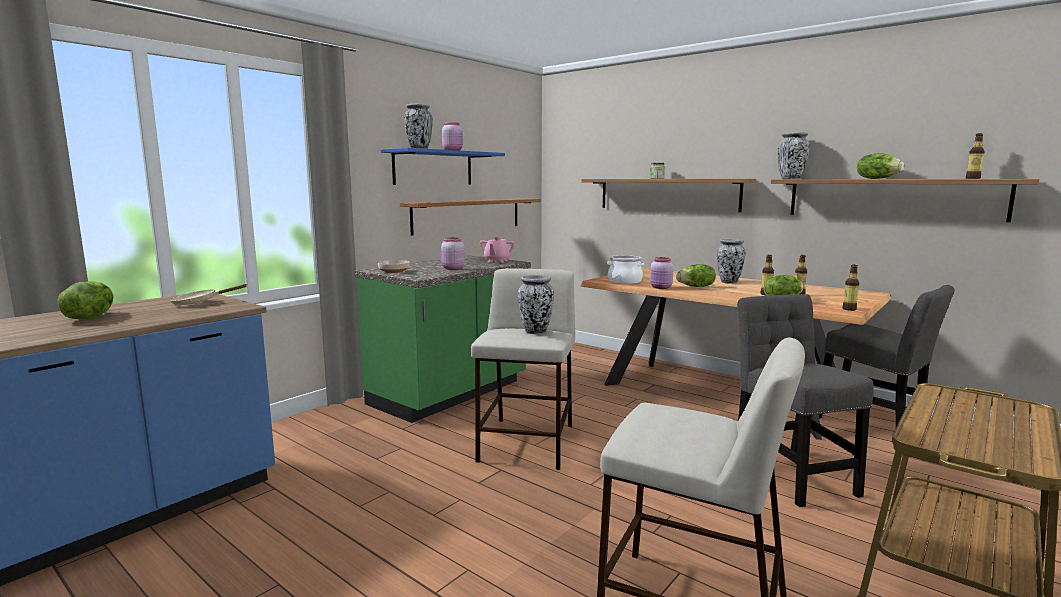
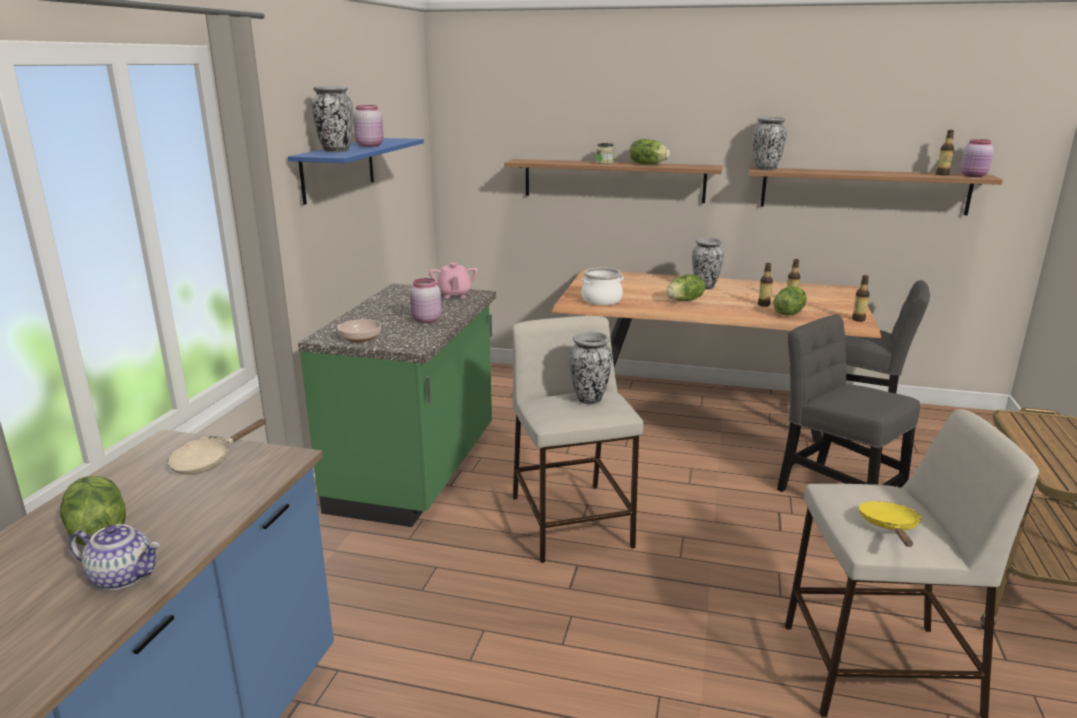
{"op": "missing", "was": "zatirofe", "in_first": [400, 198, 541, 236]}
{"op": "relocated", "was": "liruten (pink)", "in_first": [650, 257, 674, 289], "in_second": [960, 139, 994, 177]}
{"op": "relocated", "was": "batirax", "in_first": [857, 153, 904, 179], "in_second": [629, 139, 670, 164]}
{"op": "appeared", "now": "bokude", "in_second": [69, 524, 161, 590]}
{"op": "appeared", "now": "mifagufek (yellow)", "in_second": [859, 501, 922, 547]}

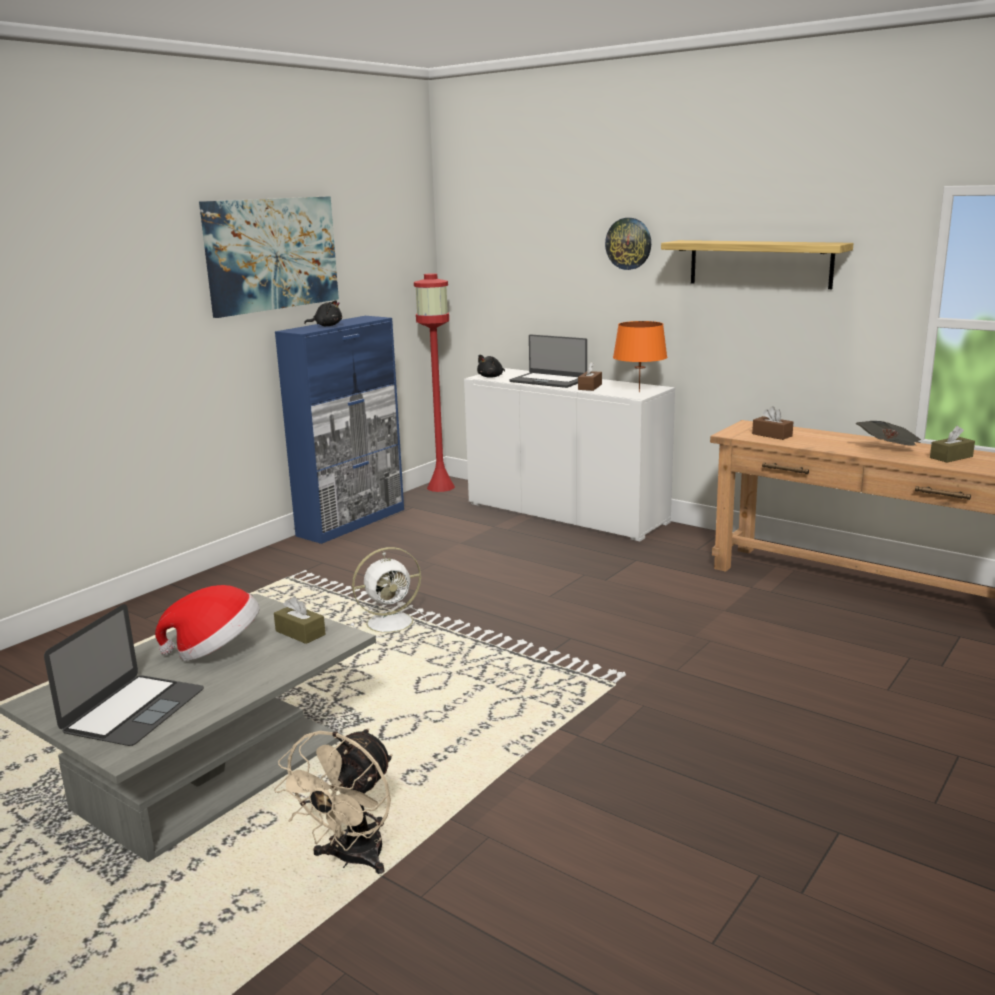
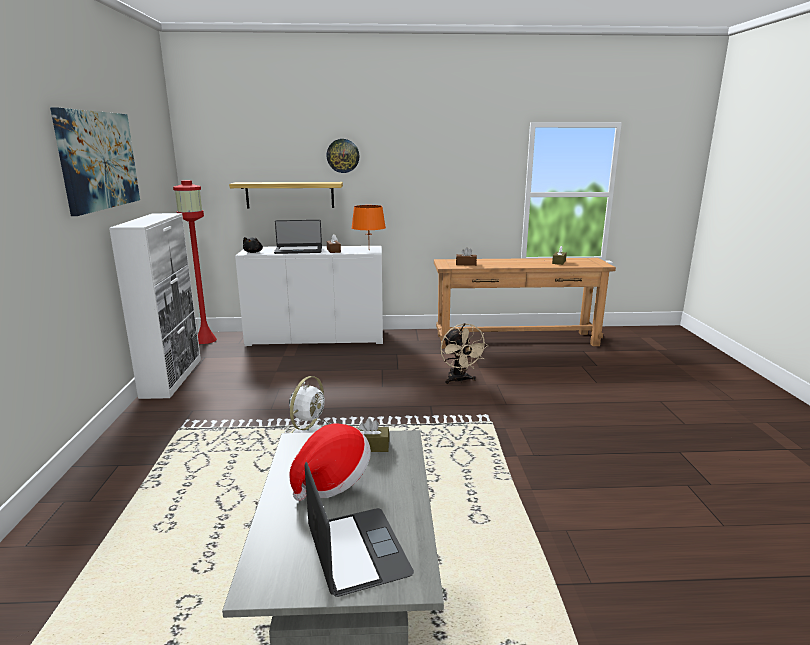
{"op": "relocated", "was": "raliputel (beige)", "in_first": [274, 728, 392, 874], "in_second": [440, 323, 488, 384]}
{"op": "colour", "was": "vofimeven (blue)", "now": "vofimeven (white)", "in_first": [275, 316, 404, 544], "in_second": [109, 213, 201, 399]}
{"op": "missing", "was": "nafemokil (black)", "in_first": [304, 300, 342, 326]}
{"op": "relocated", "was": "zatirofe", "in_first": [661, 240, 854, 289], "in_second": [229, 182, 343, 208]}
{"op": "missing", "was": "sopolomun", "in_first": [856, 421, 920, 446]}

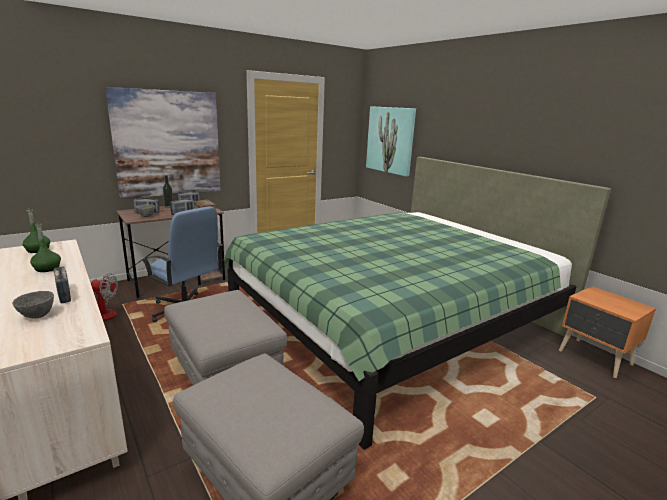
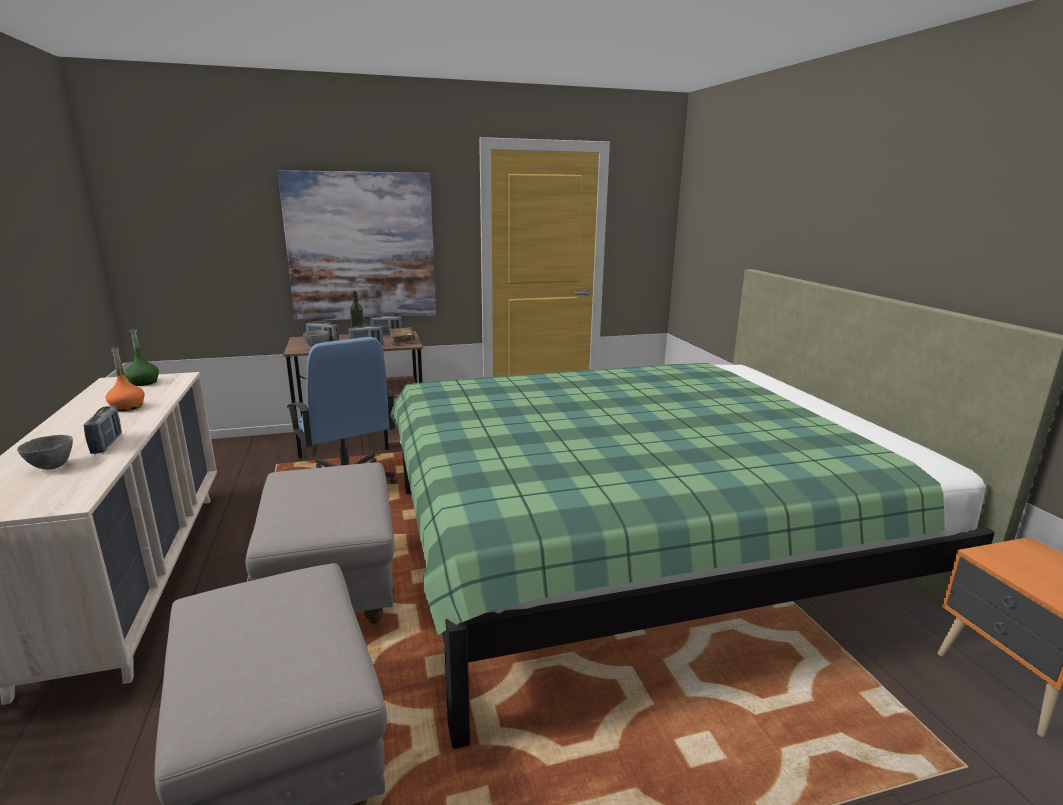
{"op": "colour", "was": "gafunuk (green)", "now": "gafunuk (orange)", "in_first": [30, 222, 61, 272], "in_second": [106, 347, 145, 411]}
{"op": "missing", "was": "raliputel", "in_first": [91, 273, 118, 321]}
{"op": "missing", "was": "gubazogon", "in_first": [366, 106, 416, 177]}

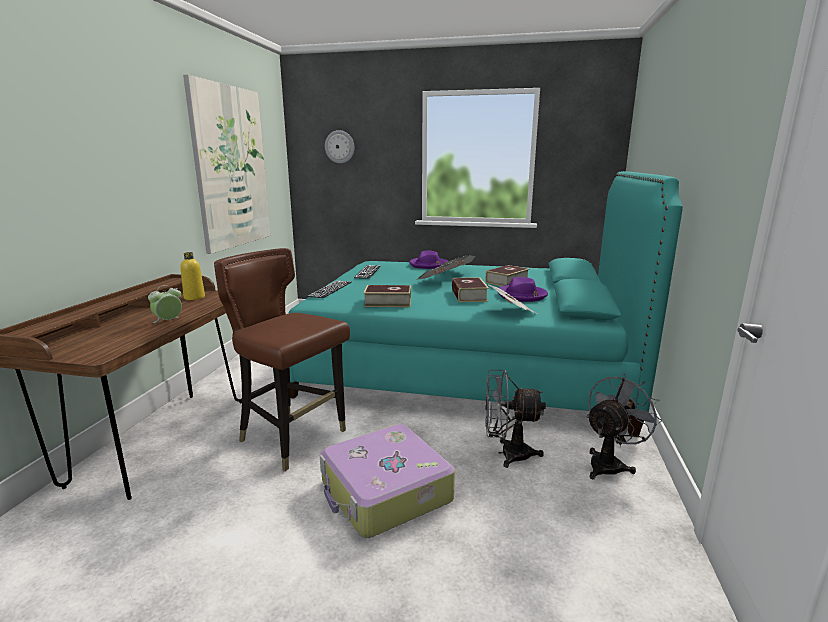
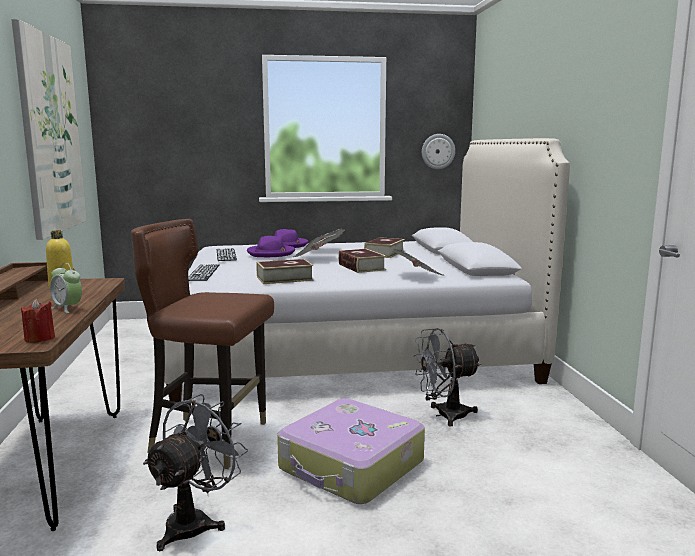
{"op": "spun", "was": "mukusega", "in_first": [148, 285, 182, 323], "in_second": [50, 263, 82, 313], "clockwise": -75}
{"op": "colour", "was": "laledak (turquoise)", "now": "laledak (white)", "in_first": [288, 171, 683, 436], "in_second": [164, 138, 570, 402]}
{"op": "relocated", "was": "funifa", "in_first": [325, 130, 355, 163], "in_second": [422, 134, 455, 169]}
{"op": "relocated", "was": "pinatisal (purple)", "in_first": [498, 277, 548, 302], "in_second": [247, 236, 295, 257]}
{"op": "relocated", "was": "raliputel (grey)", "in_first": [587, 373, 662, 479], "in_second": [143, 394, 248, 551]}
{"op": "appeared", "now": "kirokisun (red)", "in_second": [21, 299, 55, 343]}

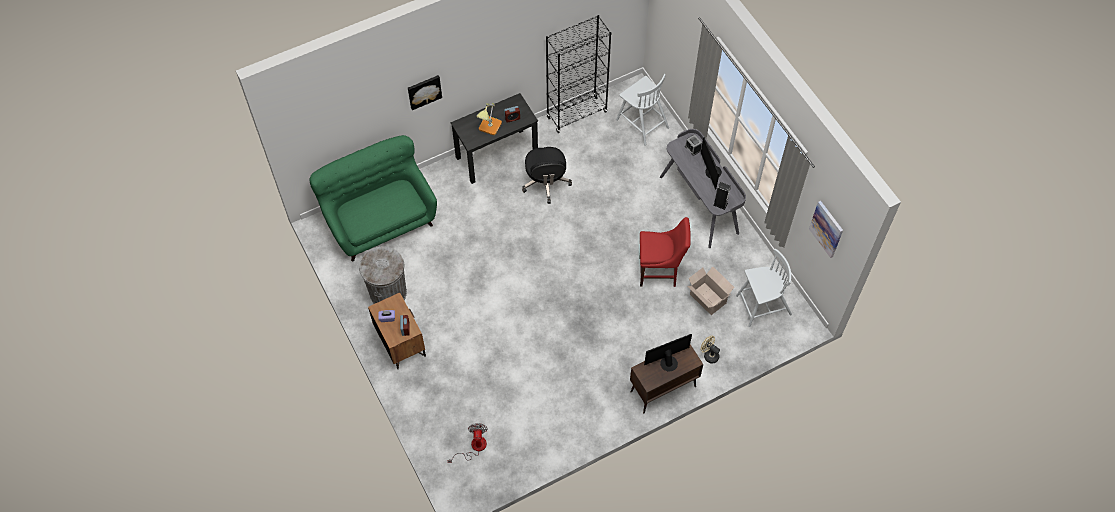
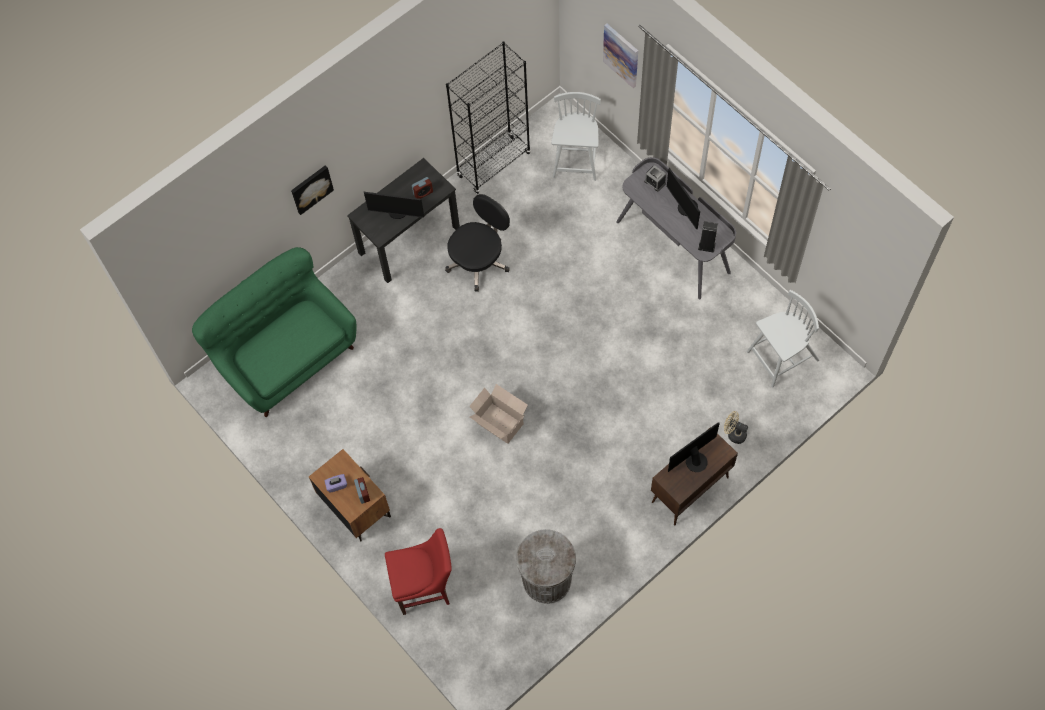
{"op": "relocated", "was": "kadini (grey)", "in_first": [359, 247, 407, 304], "in_second": [516, 529, 576, 604]}
{"op": "missing", "was": "raliputel", "in_first": [447, 423, 488, 463]}
{"op": "exchanged", "was": "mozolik", "now": "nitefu", "in_first": [477, 103, 502, 135], "in_second": [364, 192, 424, 219]}
{"op": "spun", "was": "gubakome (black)", "in_first": [522, 147, 572, 204], "in_second": [445, 194, 510, 292], "clockwise": -120}
{"op": "spun", "was": "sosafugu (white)", "in_first": [616, 74, 669, 146], "in_second": [551, 92, 601, 181], "clockwise": -120}
{"op": "relocated", "was": "sosafugu (red)", "in_first": [639, 217, 691, 287], "in_second": [385, 528, 452, 615]}
{"op": "relocated", "was": "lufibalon", "in_first": [687, 267, 734, 315], "in_second": [469, 384, 528, 444]}
{"op": "relocated", "was": "gubazogon", "in_first": [809, 201, 843, 258], "in_second": [603, 23, 638, 88]}

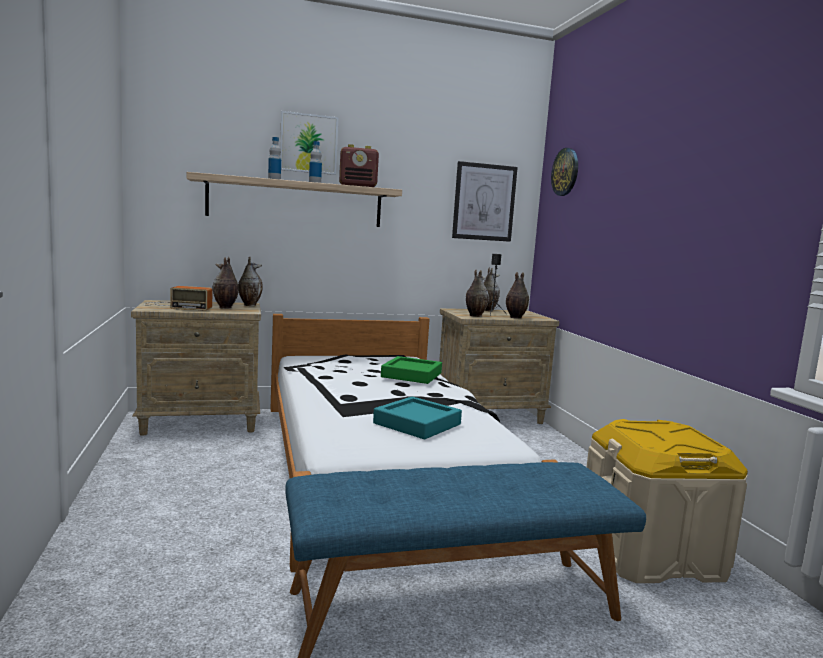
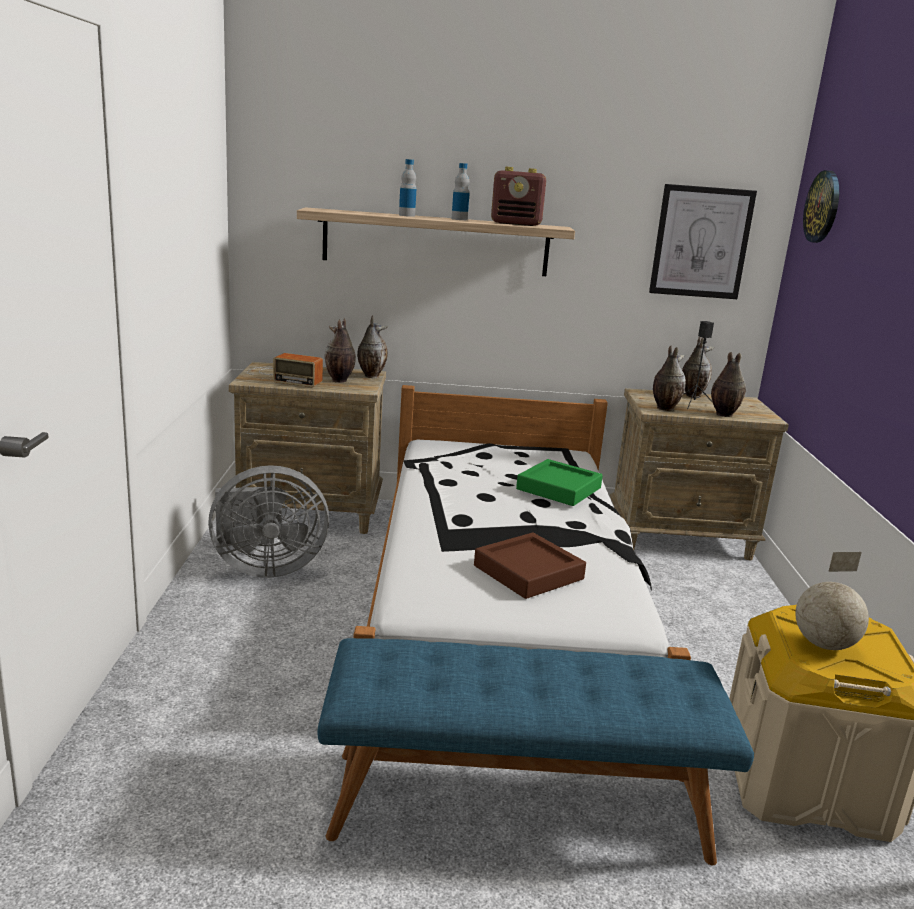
{"op": "missing", "was": "gubazogon", "in_first": [280, 111, 339, 175]}
{"op": "colour", "was": "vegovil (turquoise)", "now": "vegovil (brown)", "in_first": [373, 396, 462, 439], "in_second": [474, 533, 586, 599]}
{"op": "appeared", "now": "raliputel (grey)", "in_second": [208, 465, 329, 578]}
{"op": "appeared", "now": "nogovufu", "in_second": [795, 552, 869, 650]}

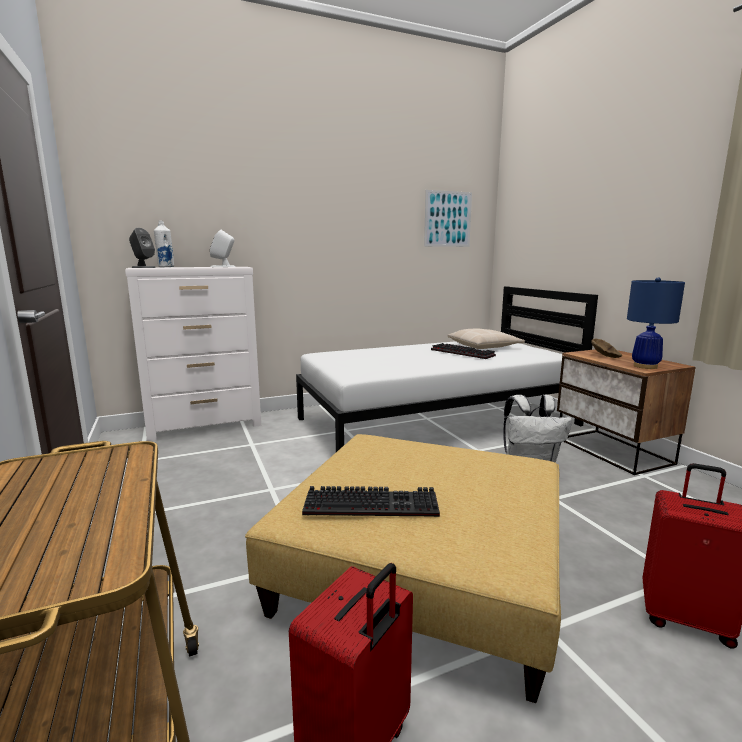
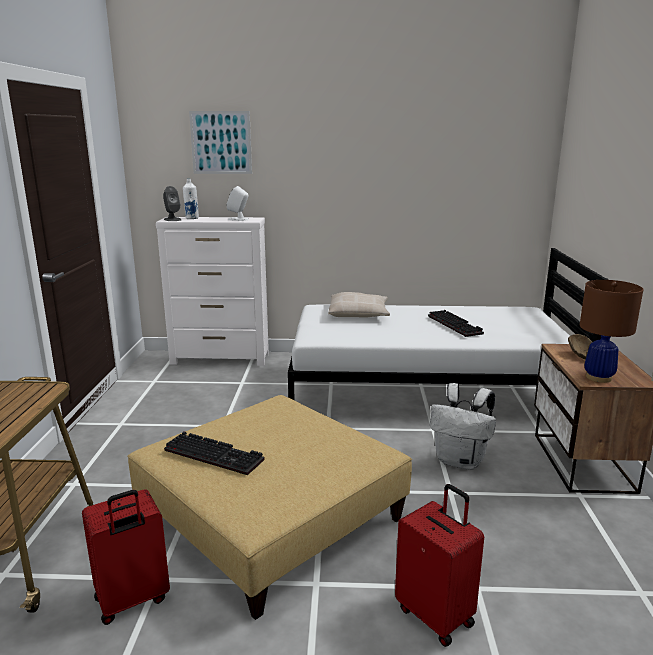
{"op": "relocated", "was": "gubazogon", "in_first": [424, 190, 472, 247], "in_second": [189, 111, 252, 174]}
{"op": "relocated", "was": "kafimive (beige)", "in_first": [447, 328, 525, 349], "in_second": [328, 292, 390, 318]}
{"op": "colour", "was": "mozolik (blue)", "now": "mozolik (brown)", "in_first": [627, 277, 685, 369], "in_second": [580, 280, 643, 383]}

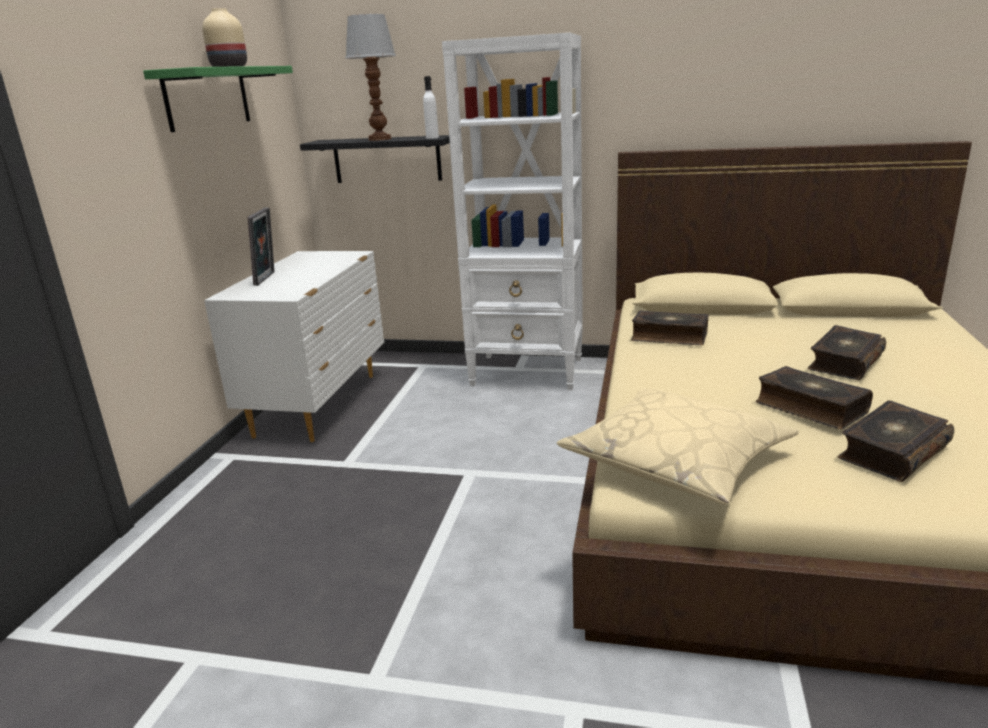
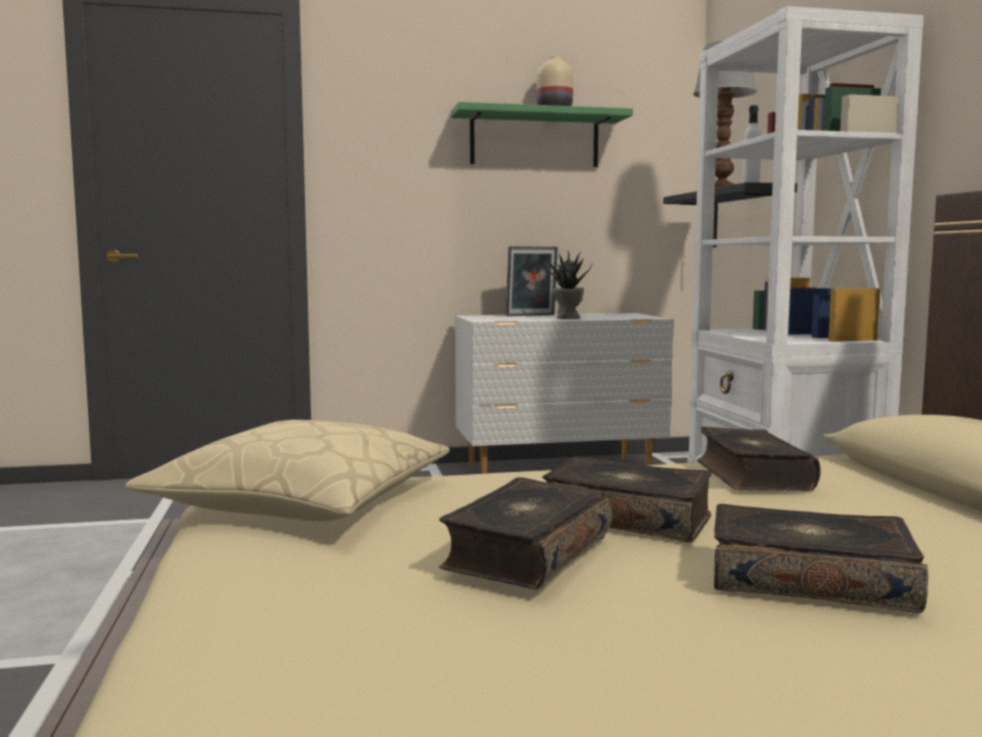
{"op": "relocated", "was": "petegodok", "in_first": [838, 401, 954, 482], "in_second": [542, 456, 712, 543]}
{"op": "appeared", "now": "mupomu", "in_second": [547, 251, 592, 319]}

